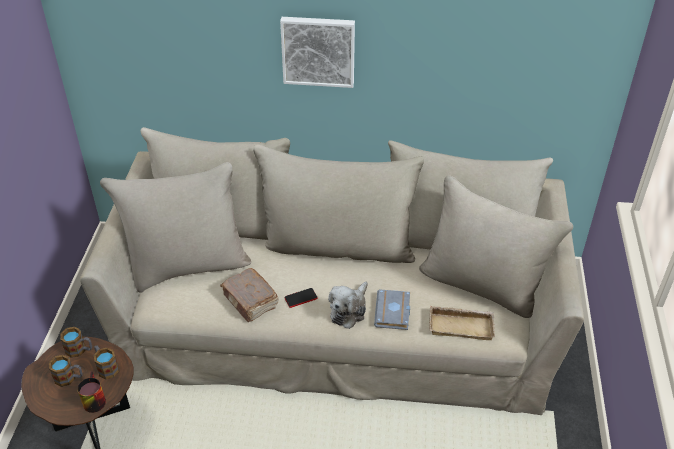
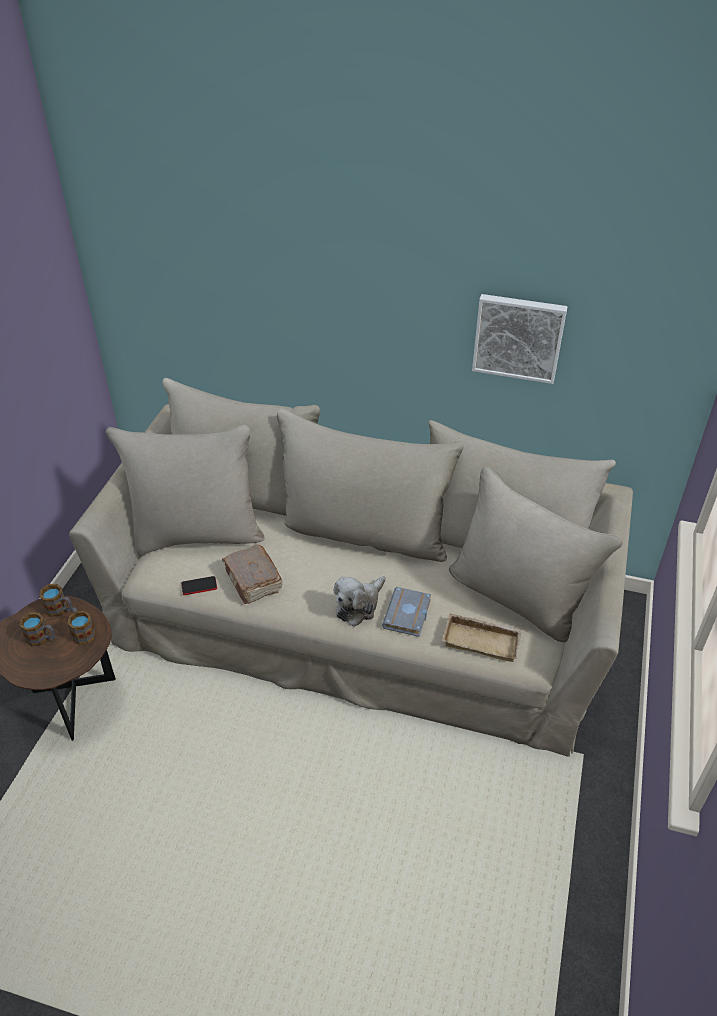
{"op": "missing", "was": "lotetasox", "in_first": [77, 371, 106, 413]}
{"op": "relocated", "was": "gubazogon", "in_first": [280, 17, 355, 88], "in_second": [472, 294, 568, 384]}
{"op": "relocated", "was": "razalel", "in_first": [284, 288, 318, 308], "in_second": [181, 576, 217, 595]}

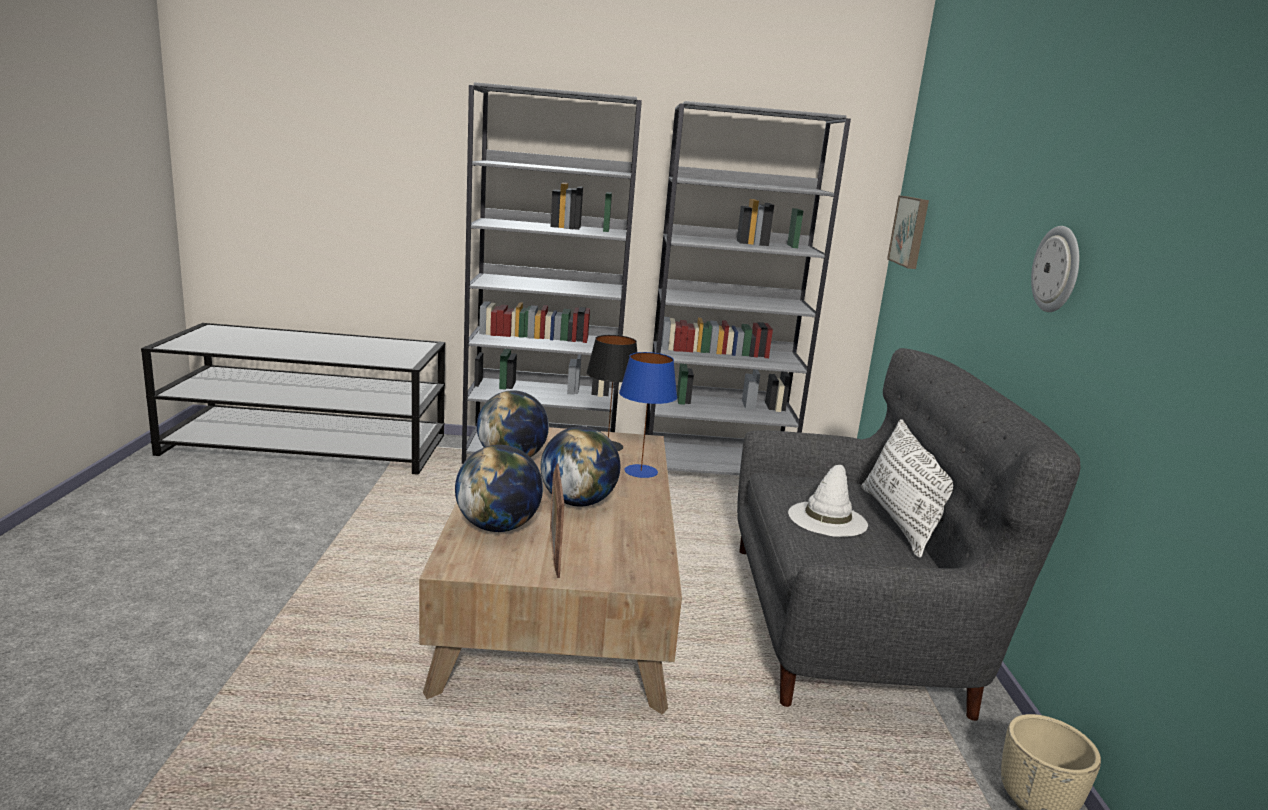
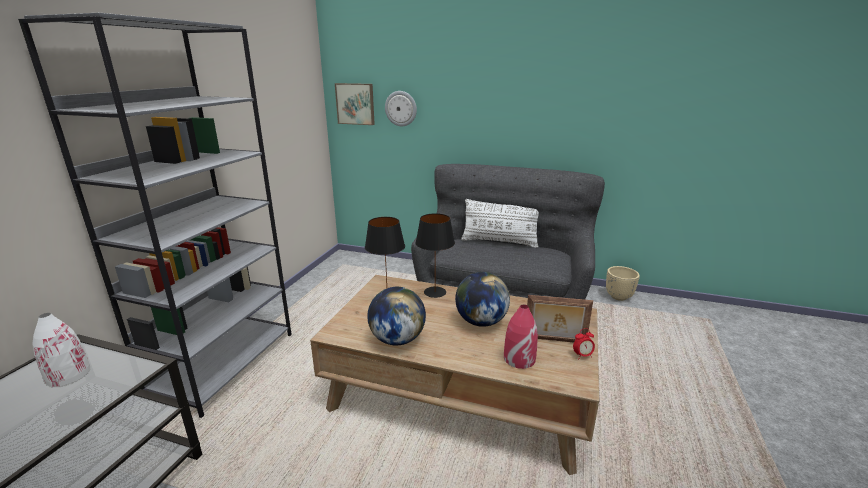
{"op": "exchanged", "was": "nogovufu", "now": "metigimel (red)", "in_first": [455, 445, 543, 532], "in_second": [504, 305, 538, 369]}
{"op": "colour", "was": "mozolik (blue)", "now": "mozolik (black)", "in_first": [619, 352, 677, 478], "in_second": [415, 213, 455, 298]}
{"op": "missing", "was": "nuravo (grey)", "in_first": [645, 101, 851, 475]}
{"op": "missing", "was": "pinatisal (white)", "in_first": [788, 465, 868, 537]}
{"op": "relocated", "was": "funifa", "in_first": [1031, 226, 1079, 312], "in_second": [385, 91, 417, 126]}
{"op": "appeared", "now": "metigimel (white)", "in_second": [33, 313, 90, 387]}
{"op": "appeared", "now": "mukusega", "in_second": [573, 328, 595, 358]}

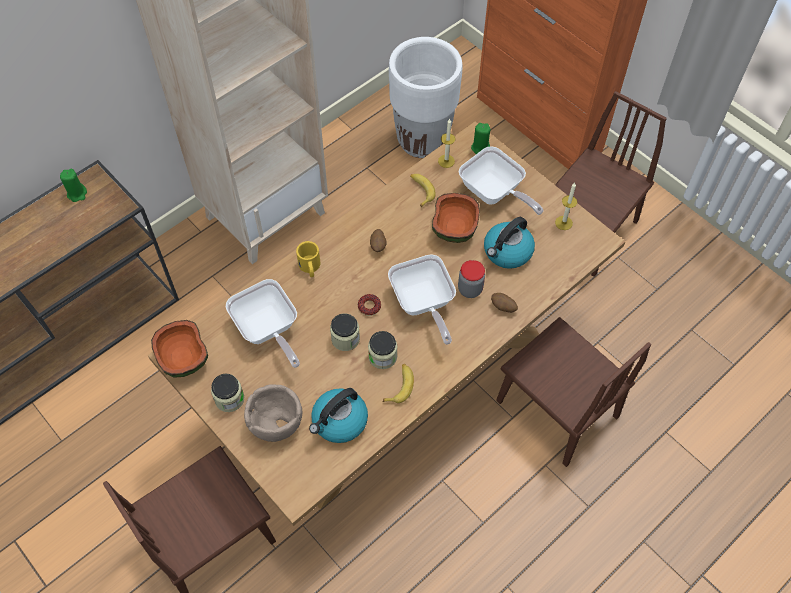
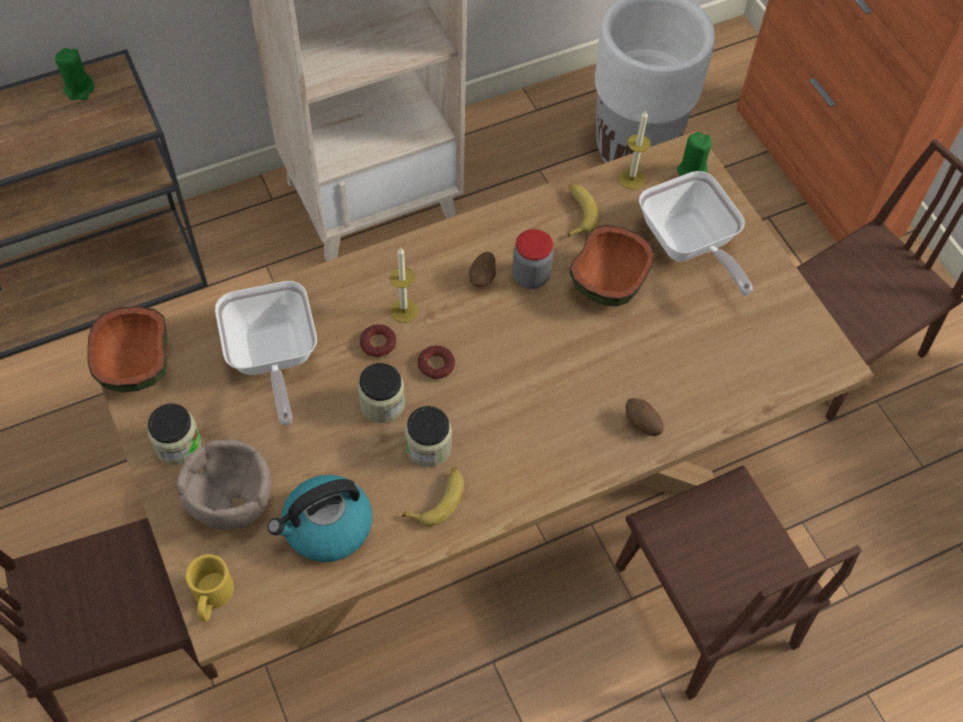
{"op": "relocated", "was": "lotetasox (yellow)", "in_first": [296, 241, 320, 277], "in_second": [186, 554, 234, 622]}
{"op": "missing", "was": "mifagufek", "in_first": [388, 254, 456, 345]}
{"op": "relocated", "was": "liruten", "in_first": [458, 260, 485, 298], "in_second": [512, 229, 554, 289]}
{"op": "missing", "was": "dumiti", "in_first": [484, 217, 535, 269]}
{"op": "relocated", "was": "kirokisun", "in_first": [555, 183, 577, 230], "in_second": [390, 247, 418, 323]}
{"op": "appeared", "now": "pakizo", "in_second": [360, 324, 397, 358]}

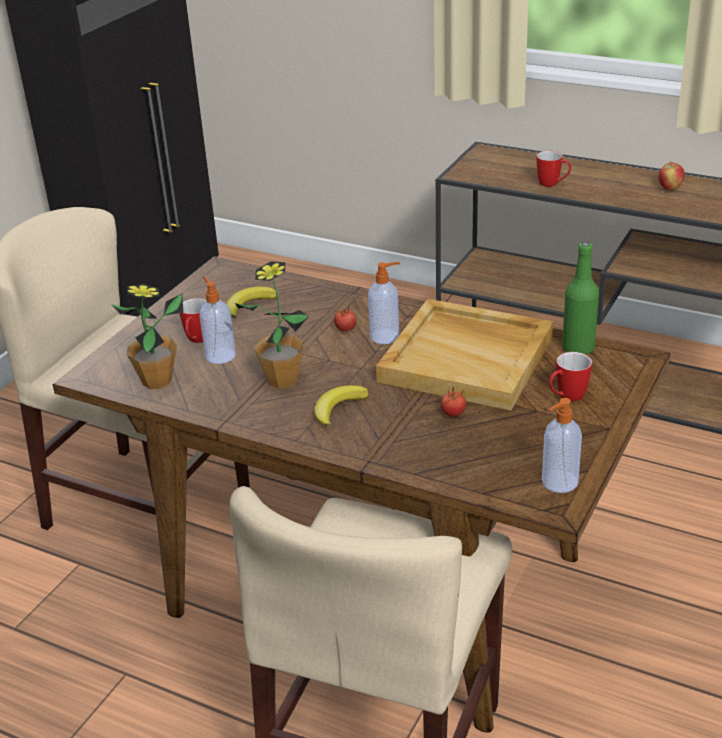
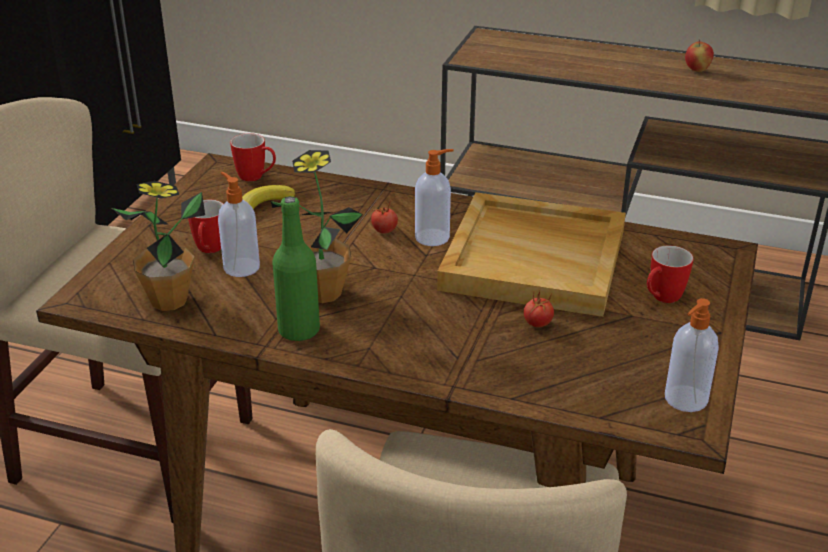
{"op": "missing", "was": "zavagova", "in_first": [315, 385, 369, 428]}
{"op": "relocated", "was": "lotetasox", "in_first": [537, 151, 571, 187], "in_second": [230, 133, 276, 182]}
{"op": "relocated", "was": "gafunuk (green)", "in_first": [562, 242, 599, 355], "in_second": [273, 196, 320, 342]}

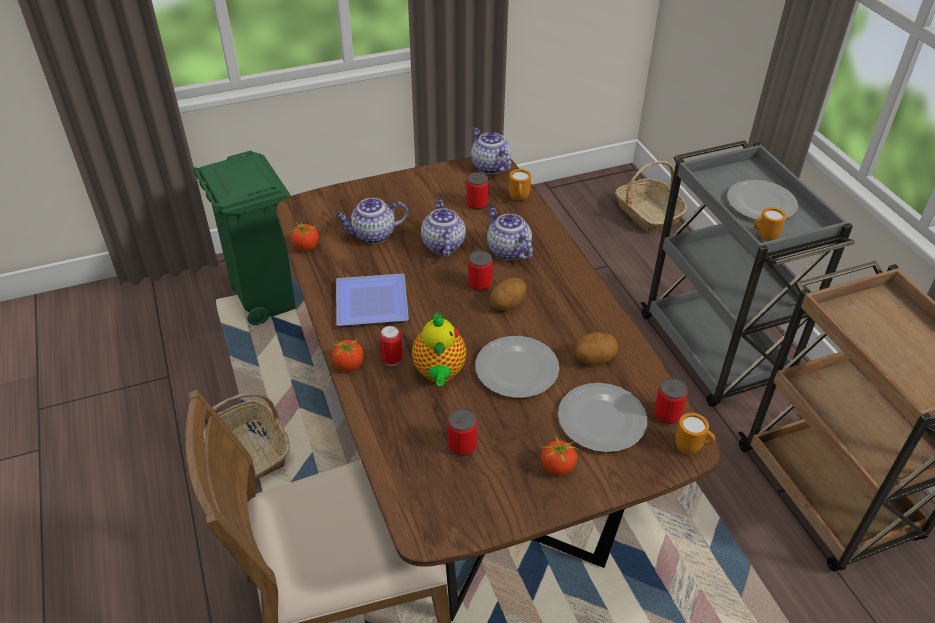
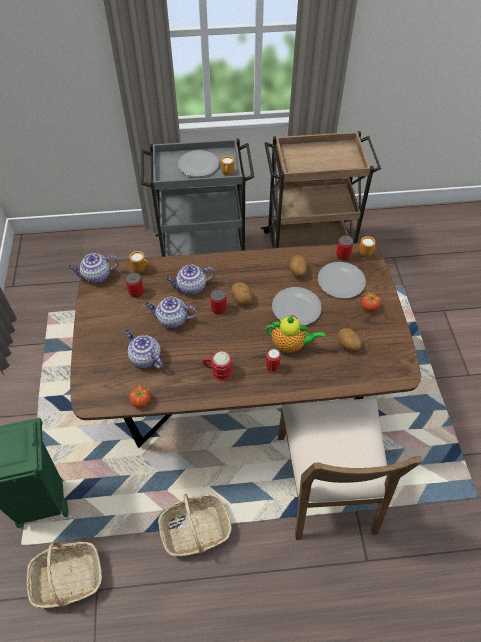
{"op": "missing", "was": "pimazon", "in_first": [332, 337, 364, 371]}
{"op": "spun", "was": "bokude", "in_first": [335, 198, 408, 244], "in_second": [125, 329, 163, 369], "clockwise": 135}
{"op": "exchanged", "was": "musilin", "now": "lotetasox (red)", "in_first": [336, 273, 409, 326], "in_second": [202, 351, 233, 381]}
{"op": "exchanged", "was": "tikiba", "now": "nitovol", "in_first": [448, 408, 477, 456], "in_second": [338, 328, 362, 351]}
{"op": "relocated", "was": "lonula", "in_first": [615, 161, 688, 233], "in_second": [26, 541, 102, 608]}

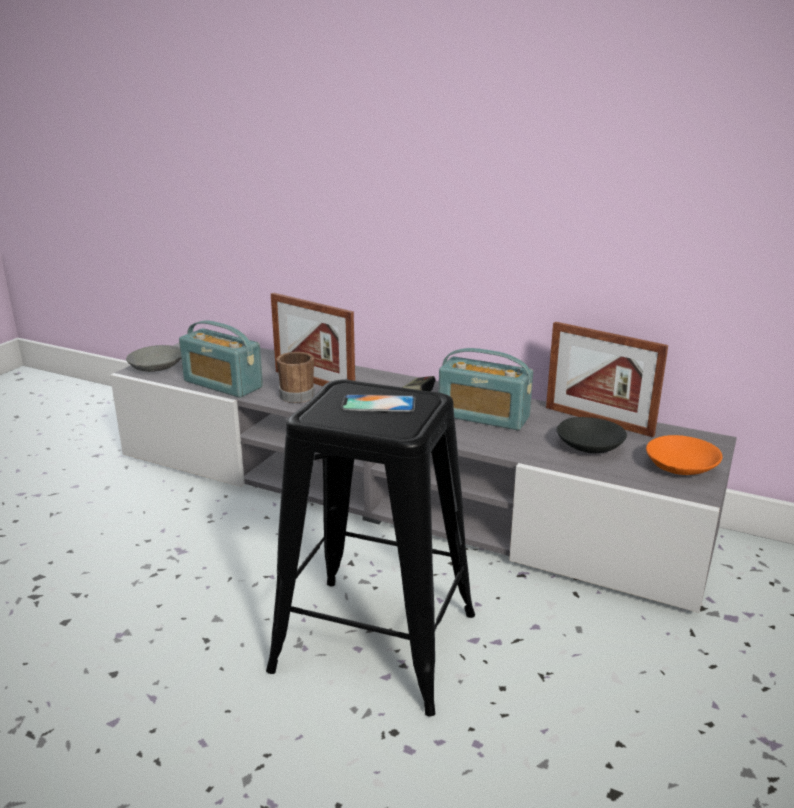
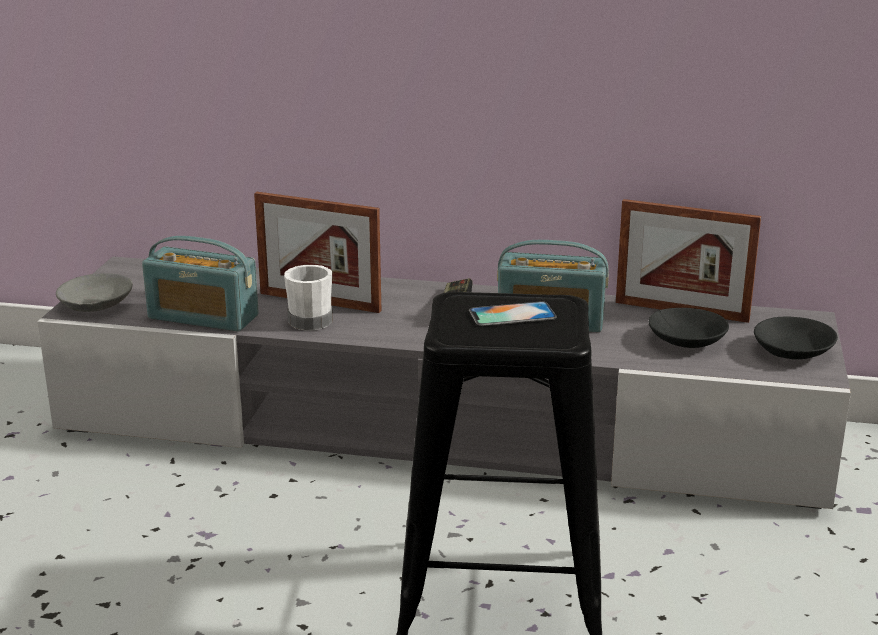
{"op": "colour", "was": "lotetasox (brown)", "now": "lotetasox (white)", "in_first": [276, 352, 315, 403], "in_second": [284, 265, 333, 330]}
{"op": "colour", "was": "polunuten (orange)", "now": "polunuten (black)", "in_first": [646, 435, 723, 475], "in_second": [754, 317, 838, 359]}

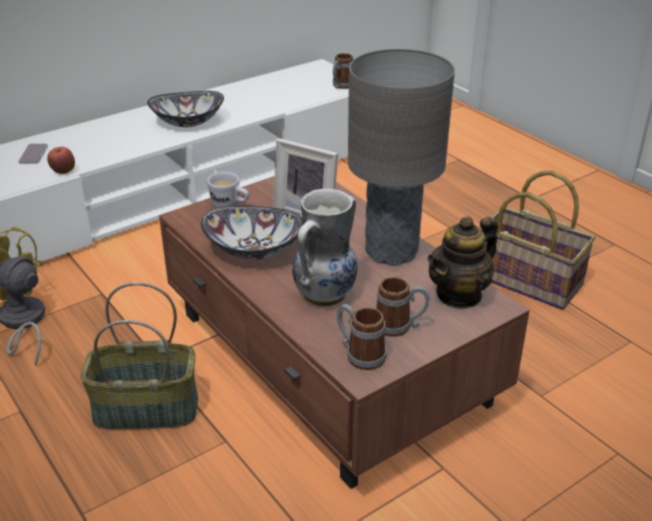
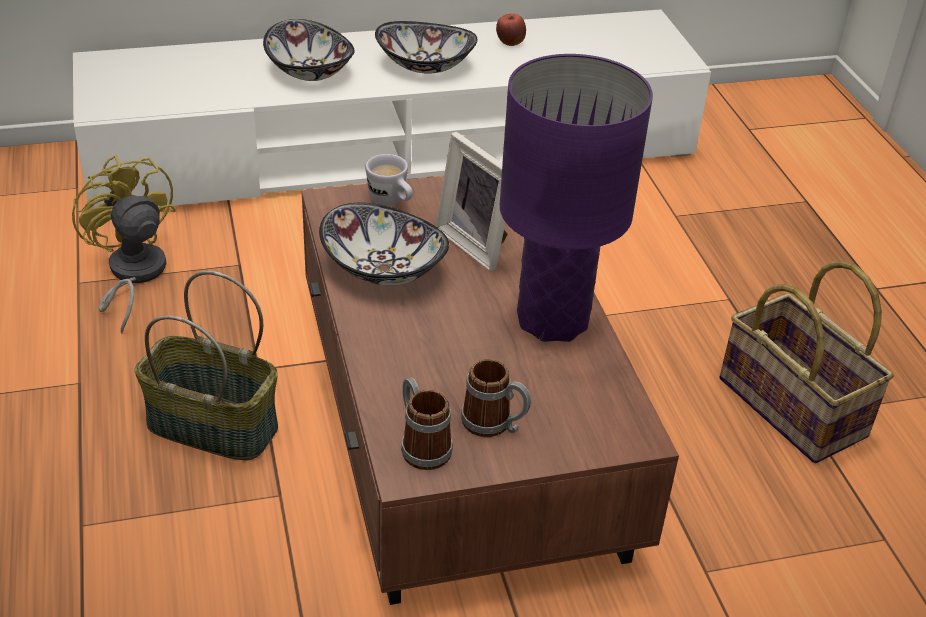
{"op": "missing", "was": "razalel", "in_first": [18, 144, 48, 164]}
{"op": "relocated", "was": "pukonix", "in_first": [47, 147, 75, 174], "in_second": [496, 13, 526, 46]}
{"op": "missing", "was": "metigimel", "in_first": [292, 189, 358, 307]}
{"op": "missing", "was": "lotetasox", "in_first": [333, 53, 353, 89]}
{"op": "colour", "was": "mozolik (grey)", "now": "mozolik (purple)", "in_first": [348, 49, 455, 266], "in_second": [500, 54, 653, 342]}
{"op": "missing", "was": "bokude", "in_first": [427, 216, 498, 309]}
{"op": "appeared", "now": "polunuten", "in_second": [263, 19, 355, 81]}

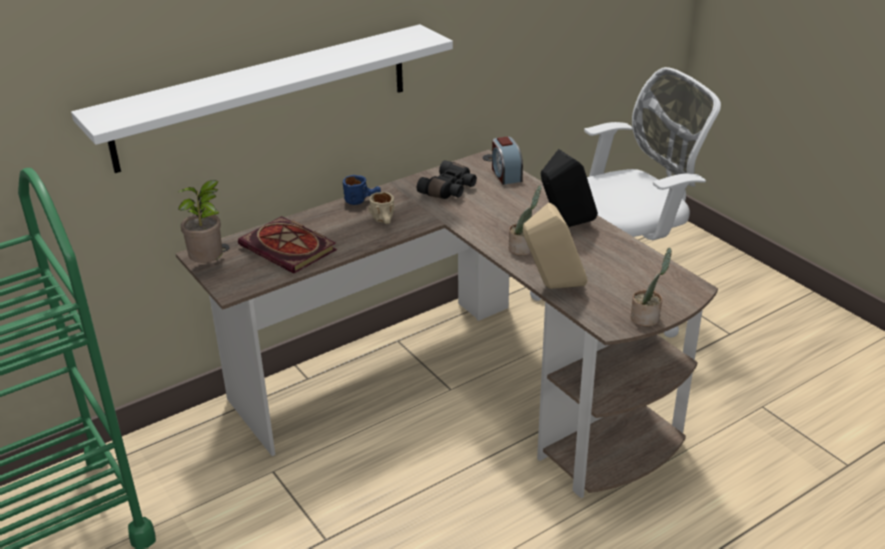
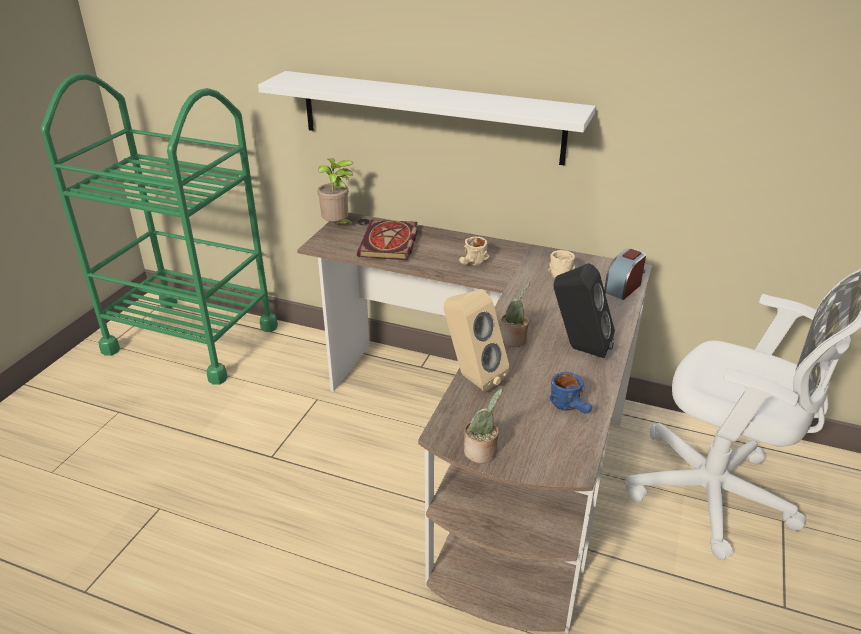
{"op": "relocated", "was": "lotetasox (blue)", "in_first": [343, 175, 381, 205], "in_second": [550, 372, 592, 413]}
{"op": "exchanged", "was": "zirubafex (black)", "now": "lotetasox (beige)", "in_first": [417, 160, 477, 199], "in_second": [548, 250, 575, 278]}

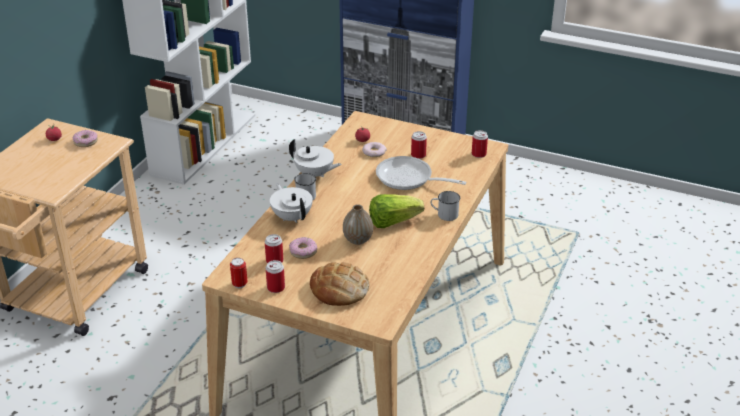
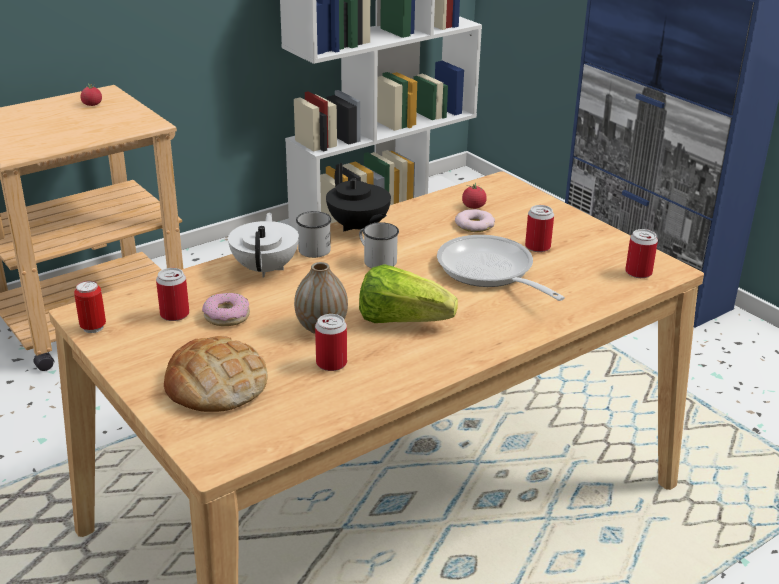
{"op": "missing", "was": "pakizo", "in_first": [73, 130, 98, 147]}
{"op": "relocated", "was": "tikiba", "in_first": [266, 260, 285, 293], "in_second": [315, 314, 347, 371]}
{"op": "colour", "was": "bokude (white)", "now": "bokude (black)", "in_first": [289, 139, 342, 177], "in_second": [326, 163, 391, 231]}
{"op": "relocated", "was": "lotetasox (white)", "in_first": [431, 191, 460, 221], "in_second": [359, 222, 399, 268]}

